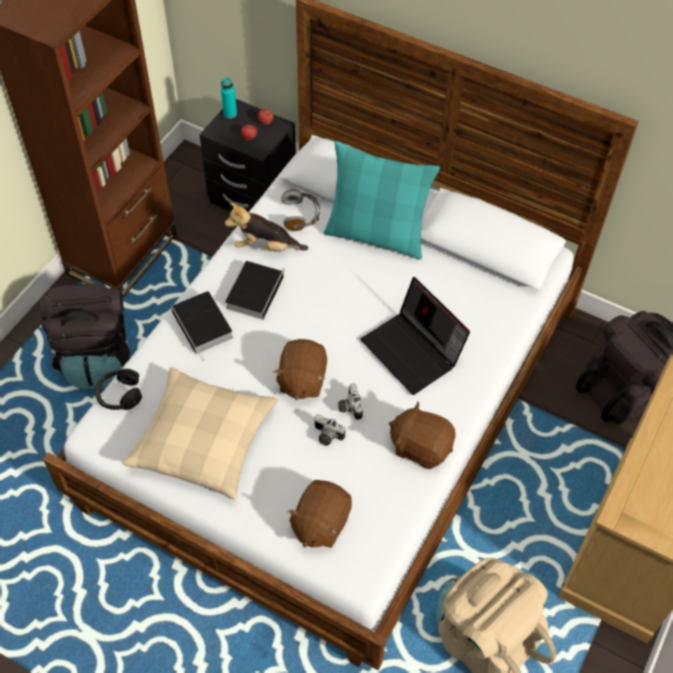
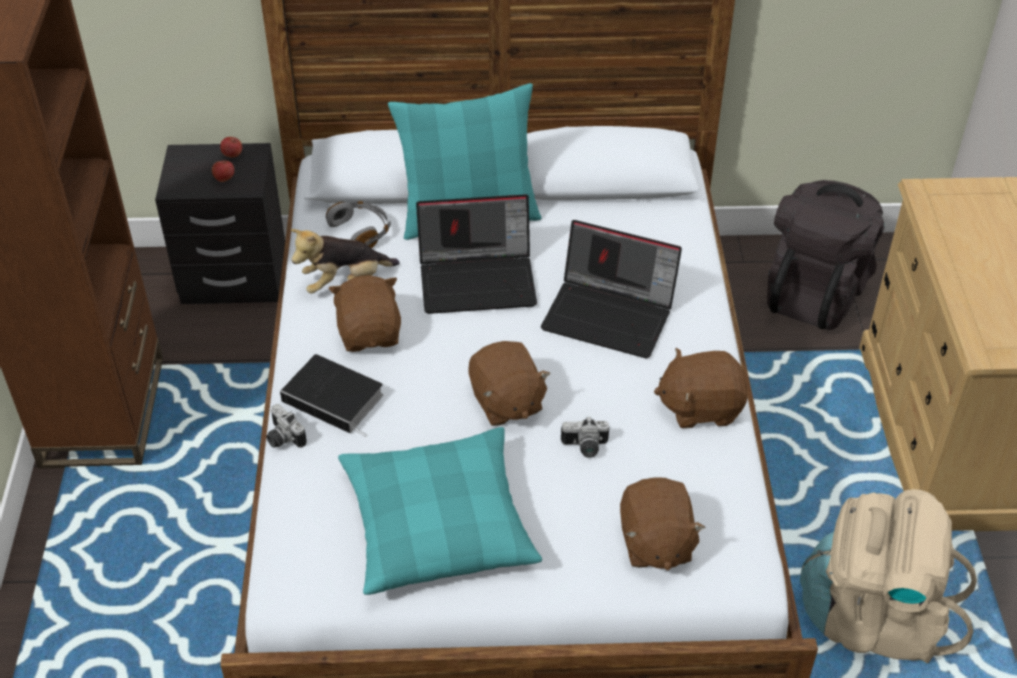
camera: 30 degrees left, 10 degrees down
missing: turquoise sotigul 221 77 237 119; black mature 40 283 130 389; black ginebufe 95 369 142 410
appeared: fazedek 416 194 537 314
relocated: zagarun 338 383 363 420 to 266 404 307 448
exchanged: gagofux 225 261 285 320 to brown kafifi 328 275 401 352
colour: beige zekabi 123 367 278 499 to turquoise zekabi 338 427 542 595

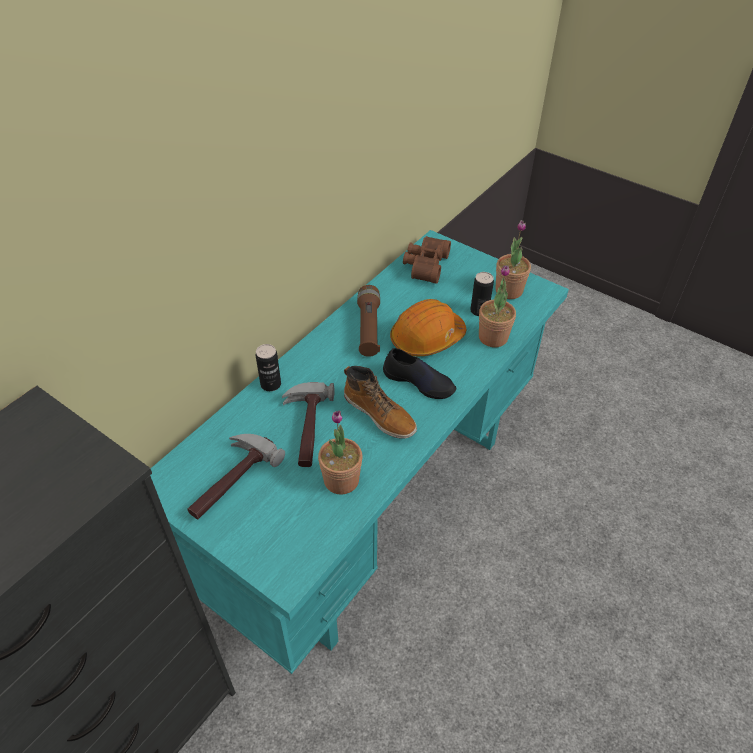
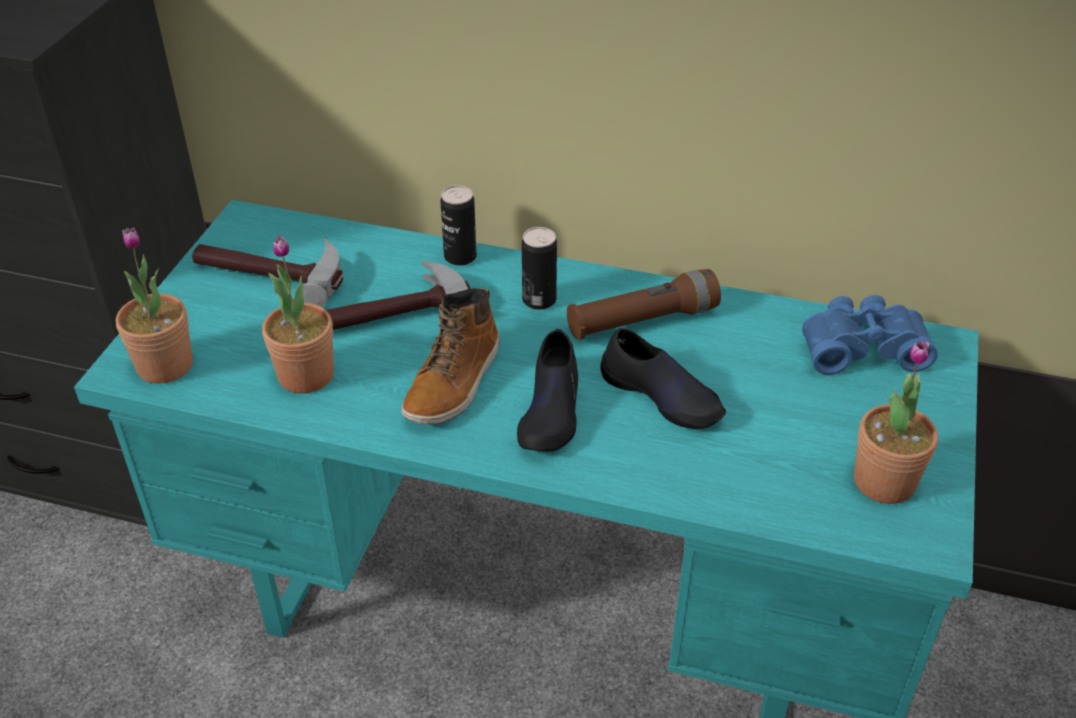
camera: 70 degrees right, 5 degrees down
relocated: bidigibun 479 265 516 347 to 115 227 193 384; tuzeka 470 272 494 316 to 522 227 557 310
exchanged: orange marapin 390 299 466 356 to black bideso 600 328 726 429
colour: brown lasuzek 403 236 451 284 to blue lasuzek 802 295 938 375

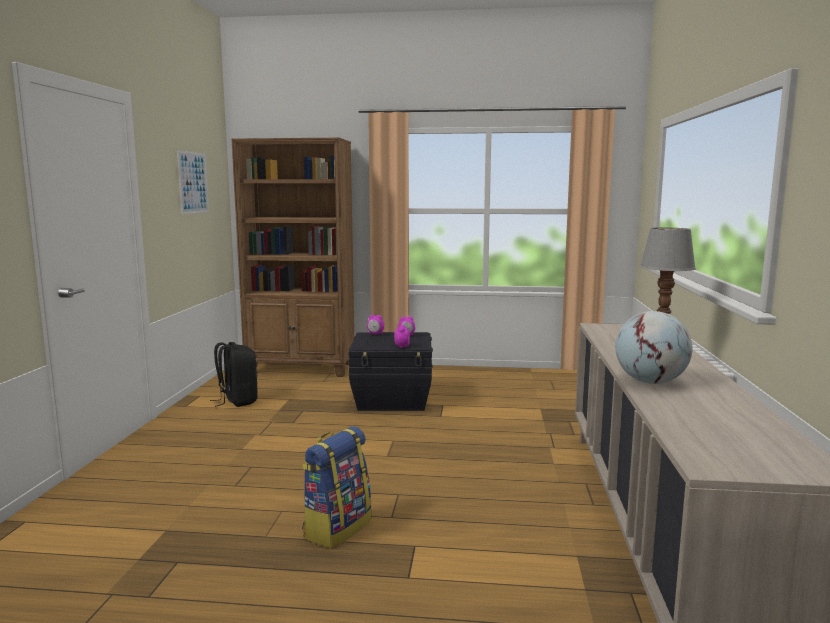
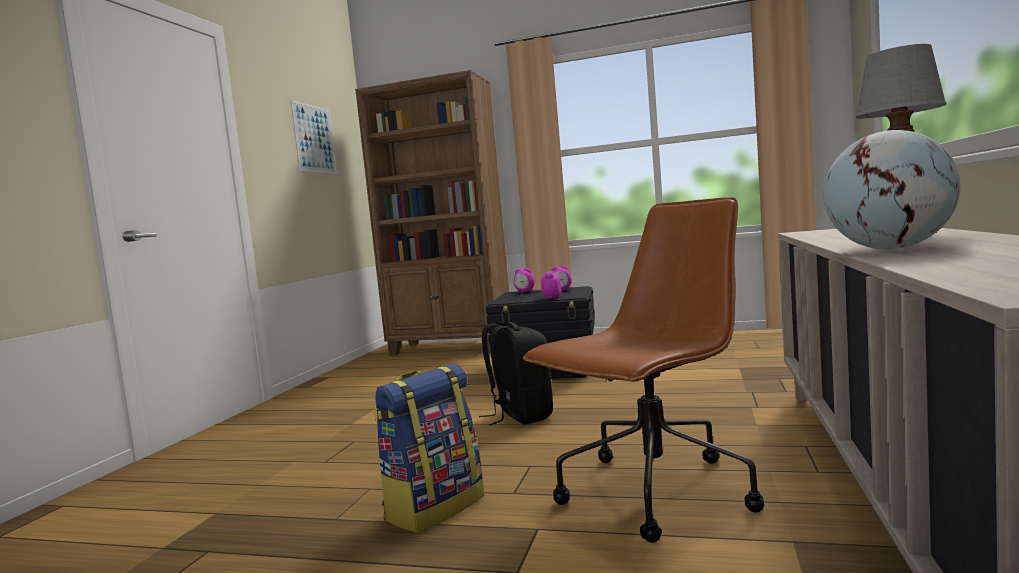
camera: 10 degrees right, 5 degrees down
appeared: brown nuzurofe 522 197 764 543
relocated: black mature 210 342 258 407 to 479 322 553 426

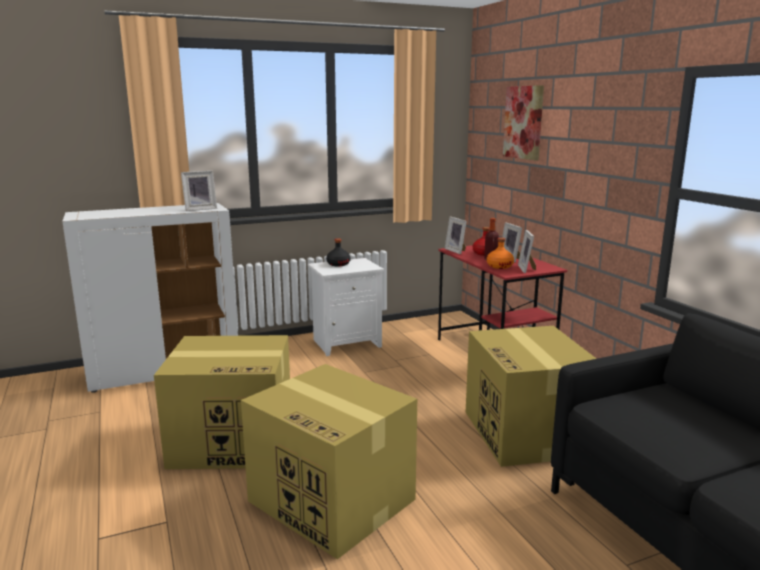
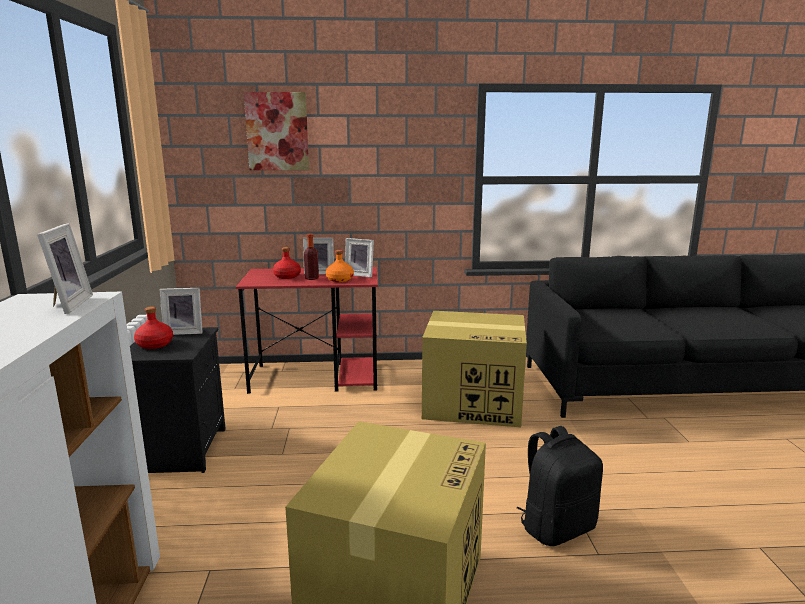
camera: 70 degrees left, 0 degrees up
relocated: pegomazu 445 217 467 254 to 160 288 203 335
exchanged: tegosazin 241 364 417 559 to black mature 517 426 603 546
colour: black sotigul 326 239 350 267 to red sotigul 134 307 173 349; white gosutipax 308 258 384 356 to black gosutipax 130 327 226 473

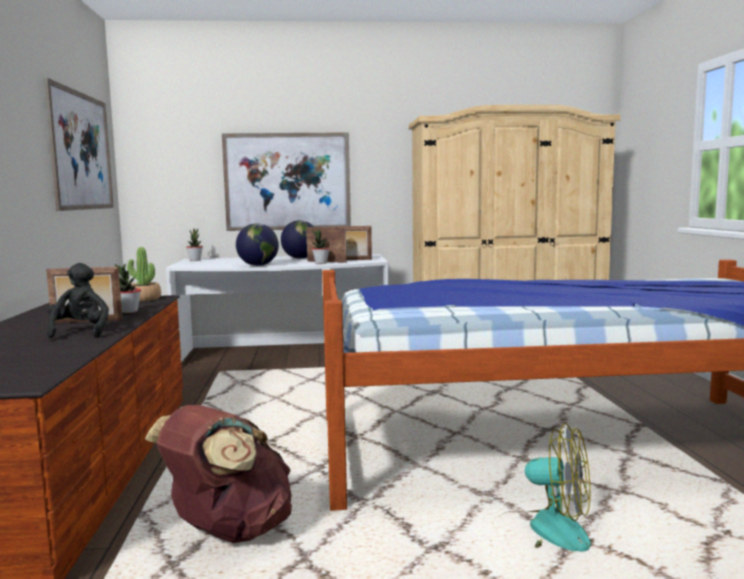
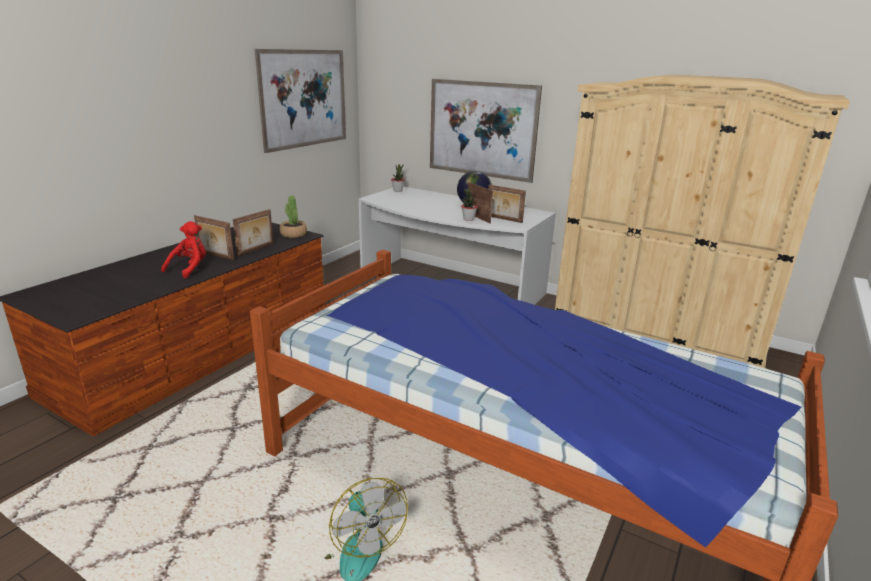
camera: 35 degrees right, 15 degrees up
missing: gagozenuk 236 223 279 266; brown mature 145 405 292 543
exchanged: bidigibun 115 263 141 313 to pegomazu 233 209 274 256
colour: black kafifi 47 263 109 338 to red kafifi 161 221 206 279

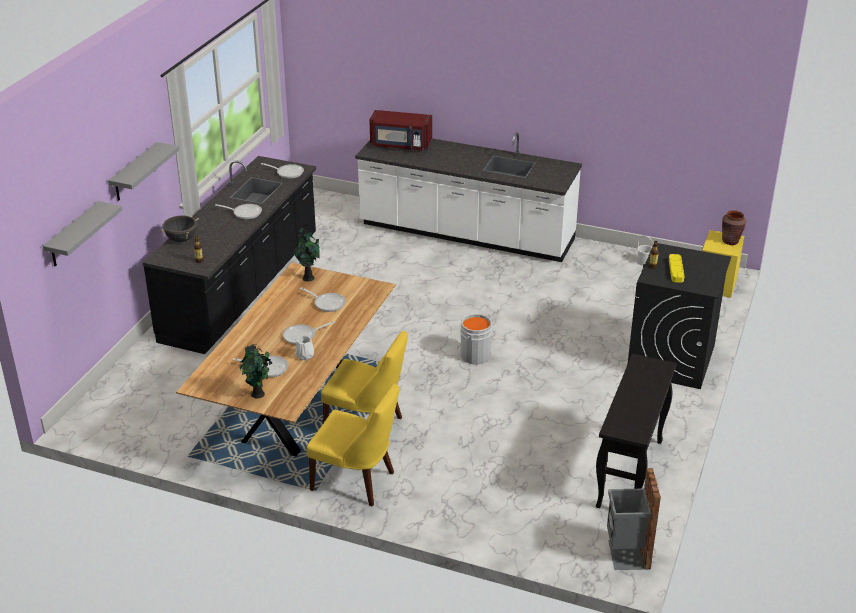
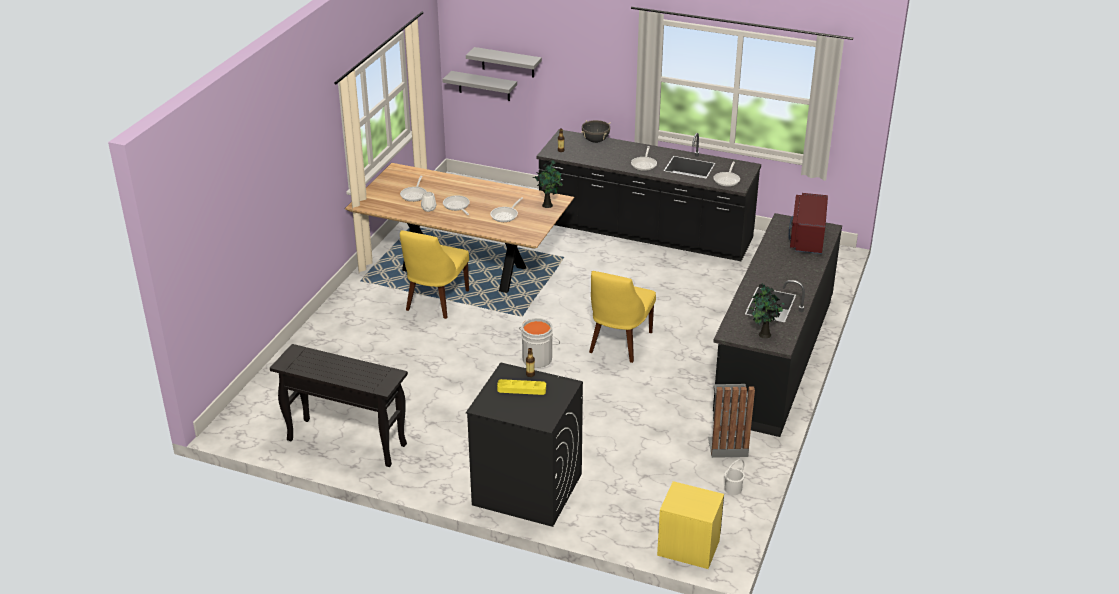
camera: 90 degrees right, 0 degrees up
missing: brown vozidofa 722 210 746 245
relocated: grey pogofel 108 142 179 201 to 442 71 517 101; bidigibun 239 344 272 398 to 749 283 786 338; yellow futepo 307 384 399 507 to 589 271 656 363; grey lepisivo 607 468 661 570 to 708 384 755 458
colour: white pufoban 355 132 582 262 to black pufoban 713 213 842 437

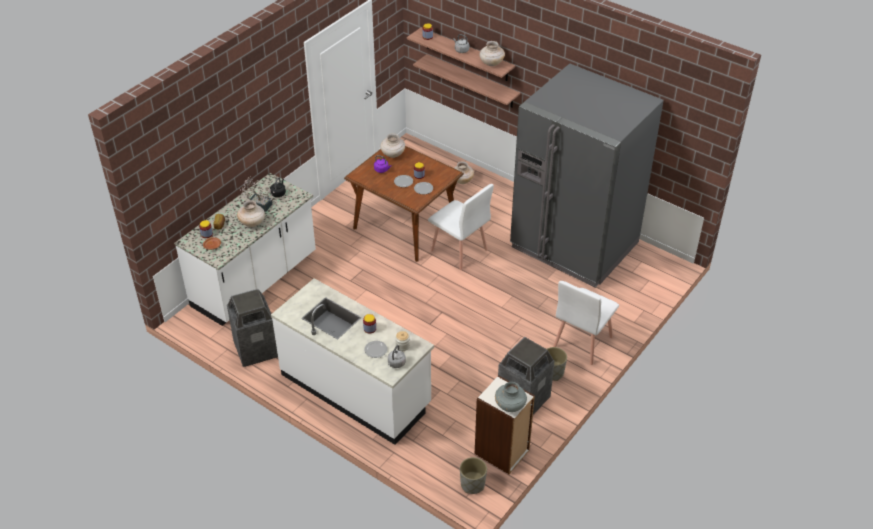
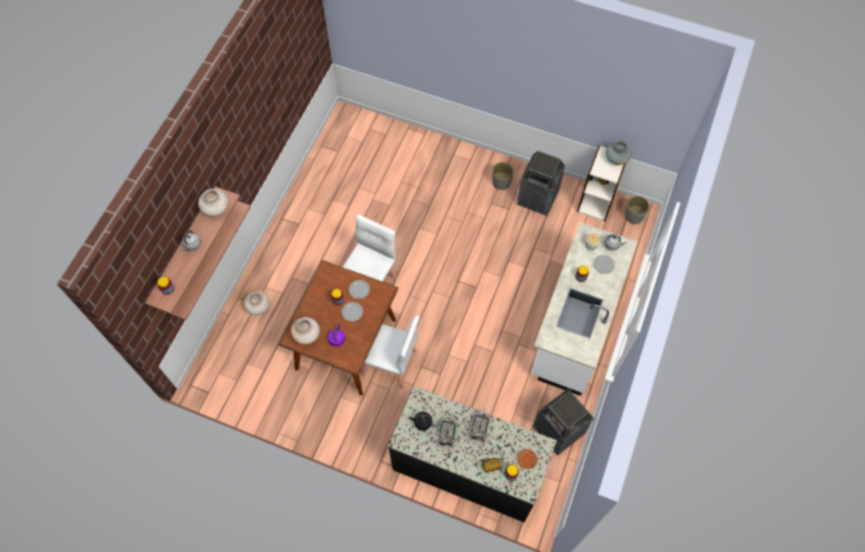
camera: 105 degrees left, 20 degrees up
missing: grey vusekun 510 63 664 288
relocated: white futepo 553 281 619 365 to 361 316 420 389
exchanged: beige vozidofa 237 200 265 227 to bidigibun 466 407 493 445
colour: white pufoban 174 173 316 326 to black pufoban 388 386 557 522

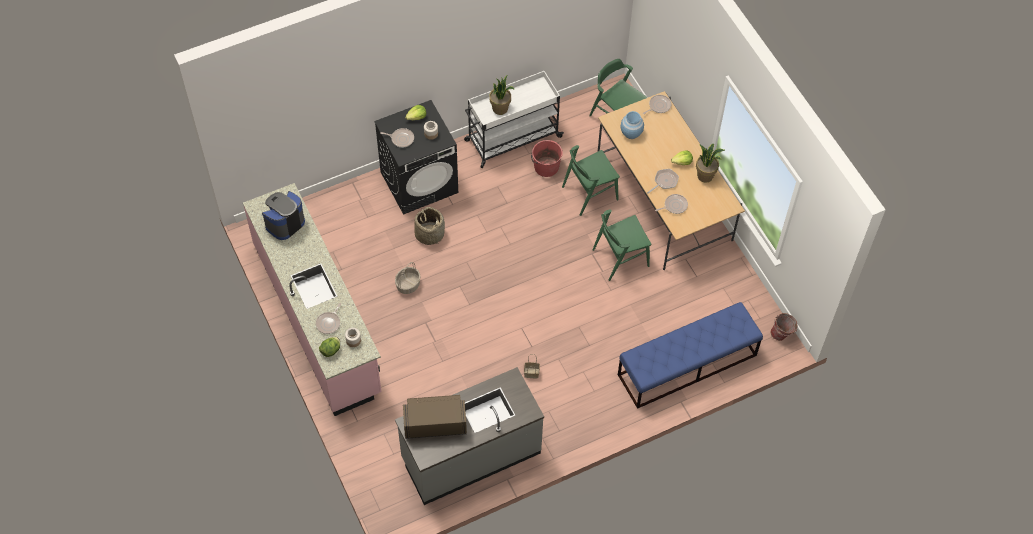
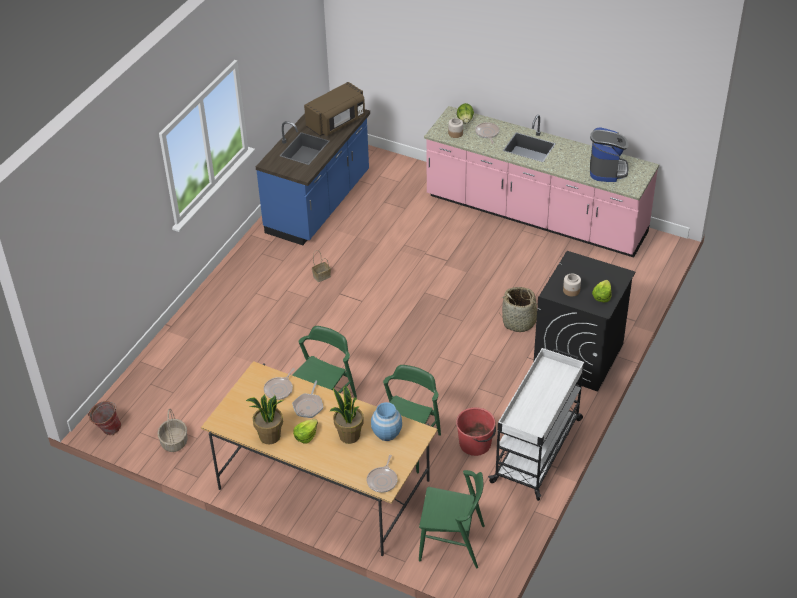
camera: 145 degrees right, 15 degrees down
missing: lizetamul 380 128 414 148; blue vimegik 618 302 763 409
relocated: bidigibun 489 75 515 115 to 329 386 364 444; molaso 395 262 420 294 to 158 409 188 452
colour: grey pufoban 395 367 544 505 to blue pufoban 256 109 370 245

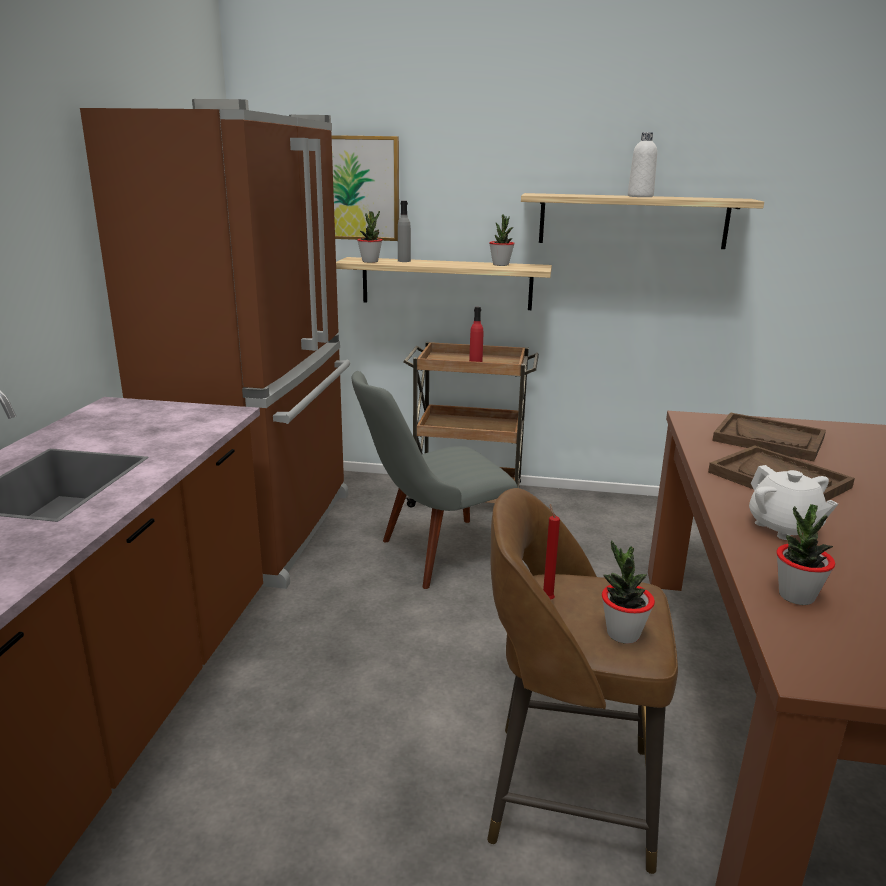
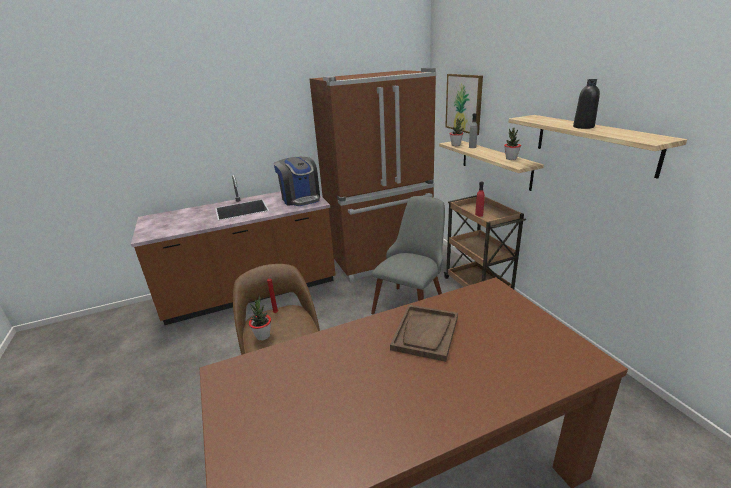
camera: 60 degrees right, 5 degrees up
missing: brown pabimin 712 412 826 461; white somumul 749 465 838 540; bidigibun 776 504 835 605
appeared: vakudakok 273 157 320 206
colour: white sotigul 628 132 657 197 to black sotigul 573 79 600 129
spun: grey futepo 352 371 518 589 = 371 196 445 314 90 degrees clockwise

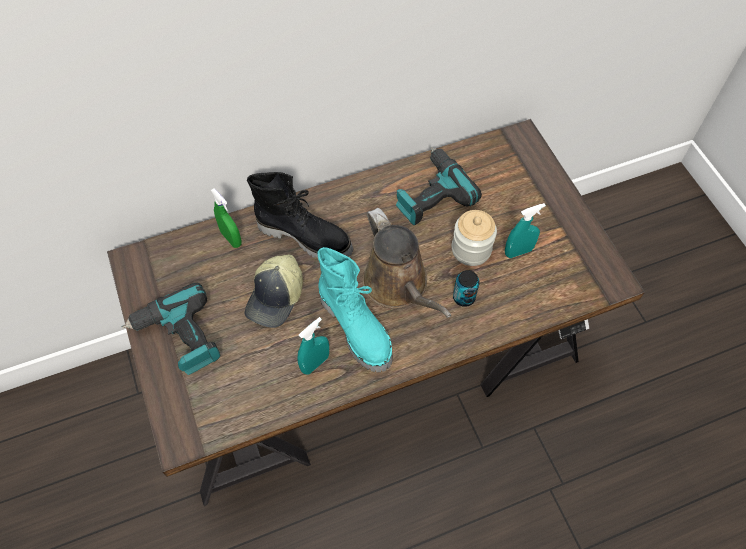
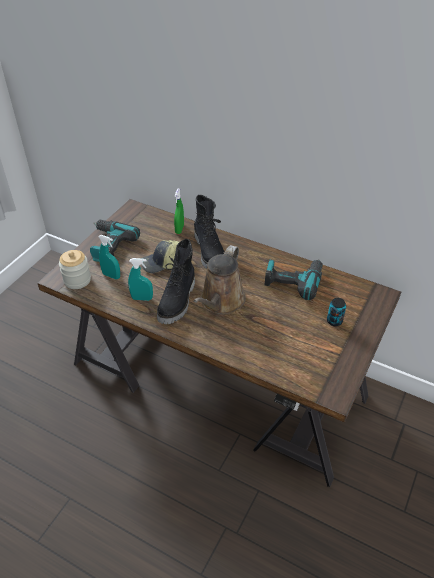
camera: 50 degrees right, 15 degrees down
relocated: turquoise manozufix 505 203 546 258 to 98 235 120 279; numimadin 452 210 497 266 to 59 250 91 289; tuzeka 453 270 479 307 to 327 298 346 326
colour: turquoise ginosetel 317 247 393 372 to black ginosetel 157 239 195 324

